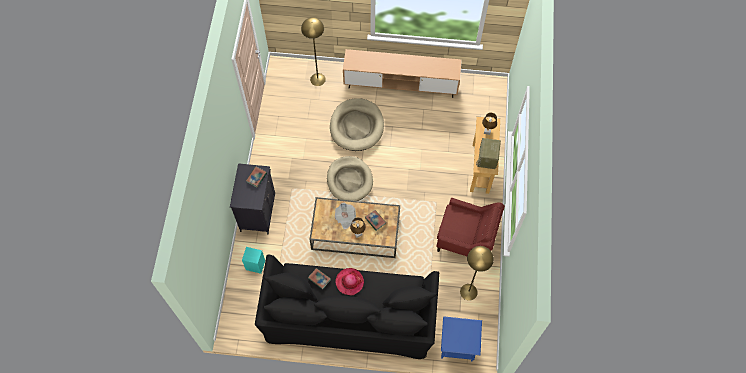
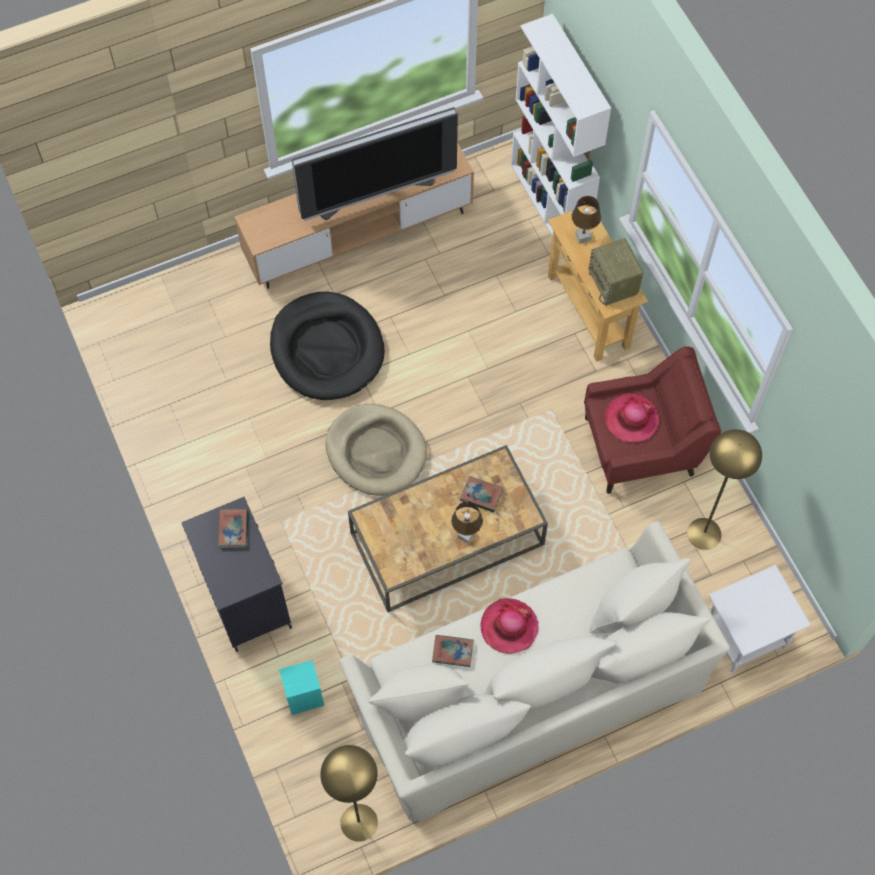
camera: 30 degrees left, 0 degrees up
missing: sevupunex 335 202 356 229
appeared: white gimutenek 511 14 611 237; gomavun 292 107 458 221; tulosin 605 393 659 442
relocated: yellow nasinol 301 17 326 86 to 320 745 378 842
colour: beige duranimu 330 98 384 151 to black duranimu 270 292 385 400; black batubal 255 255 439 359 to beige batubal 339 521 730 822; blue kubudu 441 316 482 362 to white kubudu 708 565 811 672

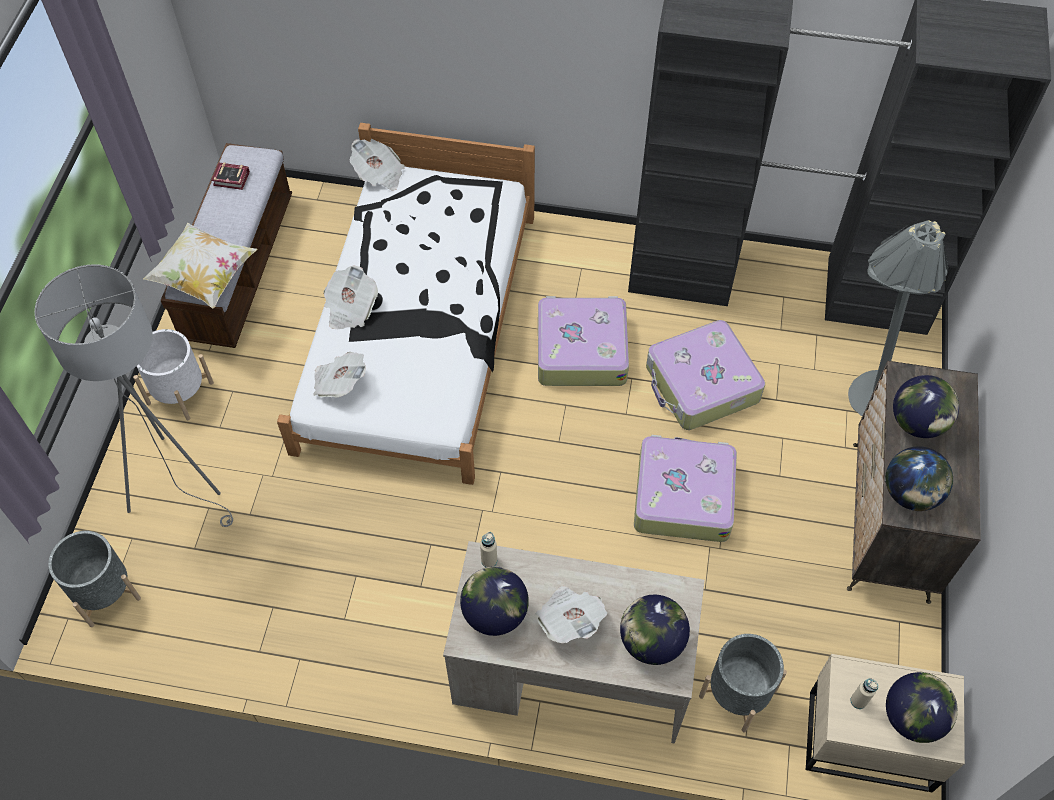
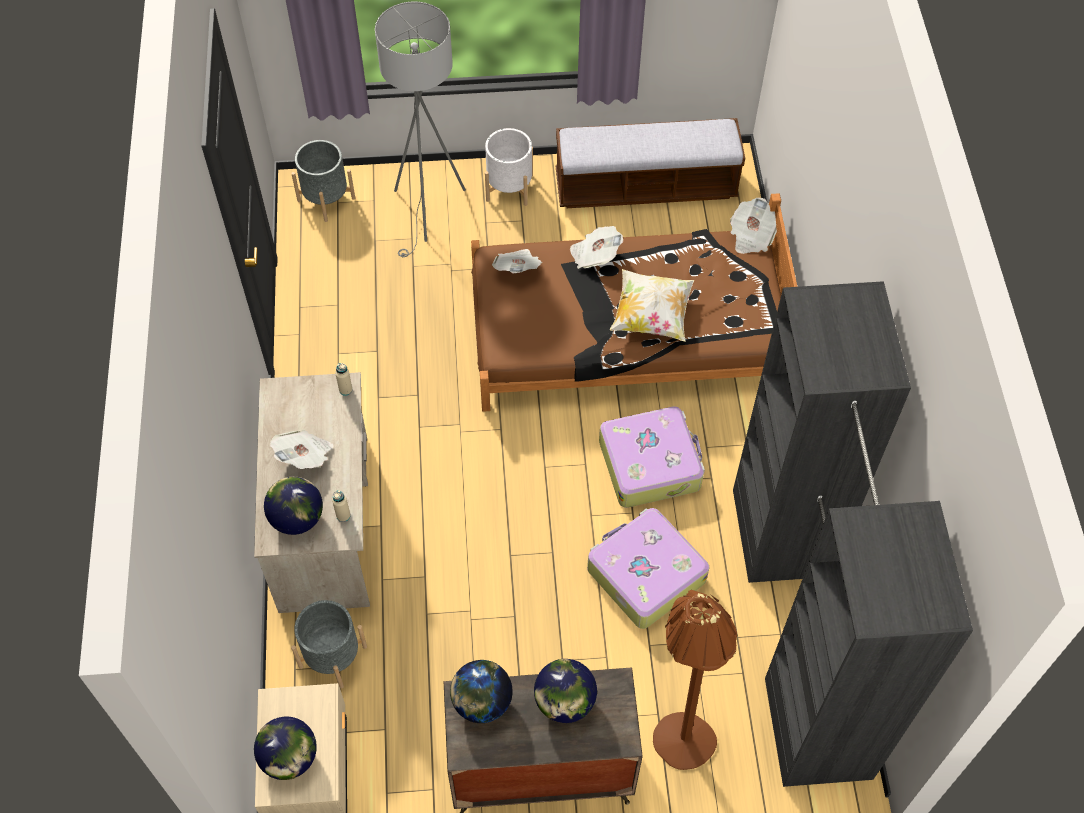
camera: 75 degrees right, 0 degrees up
missing: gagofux 211 162 250 190; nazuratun 634 435 737 542; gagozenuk 460 566 529 636
relocated: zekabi 143 223 257 308 to 610 269 694 342; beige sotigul 850 679 879 709 to 332 490 351 522
colour: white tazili 277 123 535 485 to brown tazili 471 193 798 412; grey nasinol 848 220 948 416 to brown nasinol 653 590 737 770

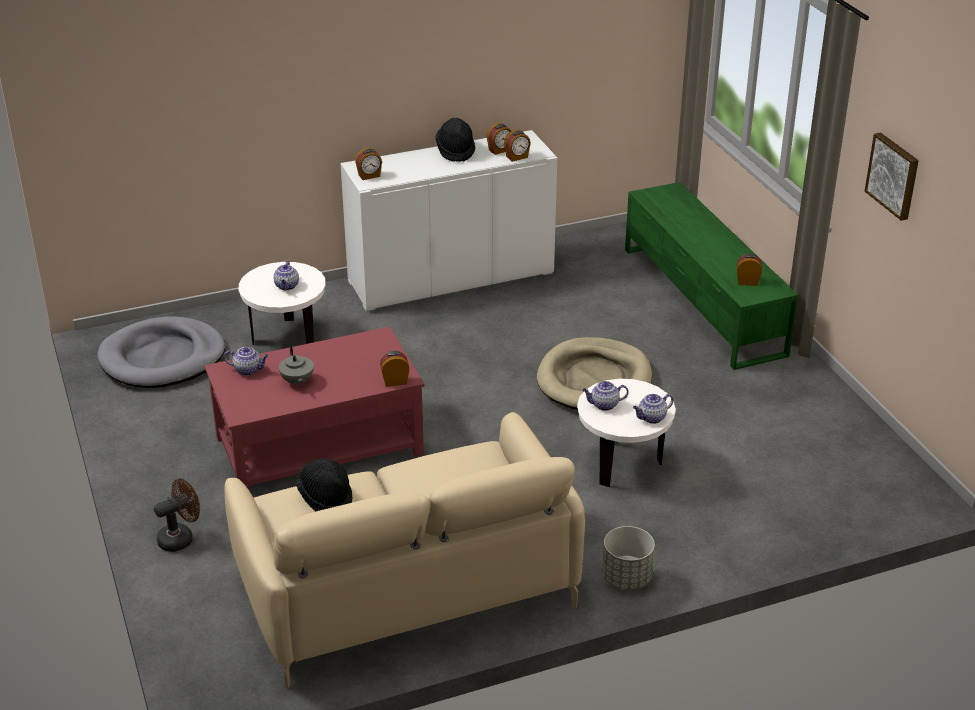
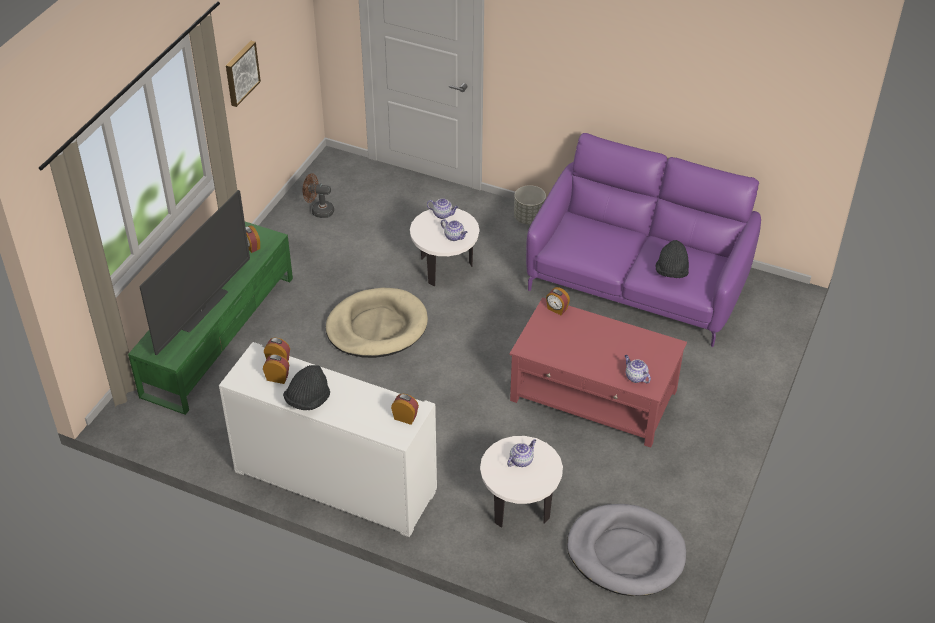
camera: 135 degrees left, 10 degrees up
missing: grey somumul 279 346 314 386
appeared: gomavun 140 190 250 355
relocated: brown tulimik 154 478 200 552 to 303 173 334 218
colour: beige batubal 224 412 585 689 to purple batubal 526 133 761 347

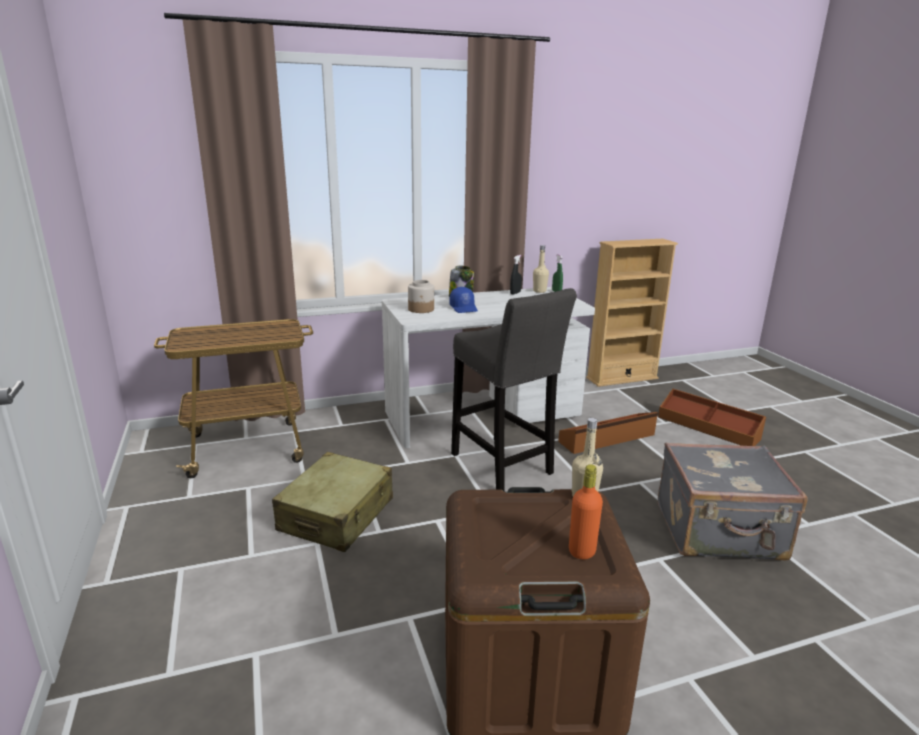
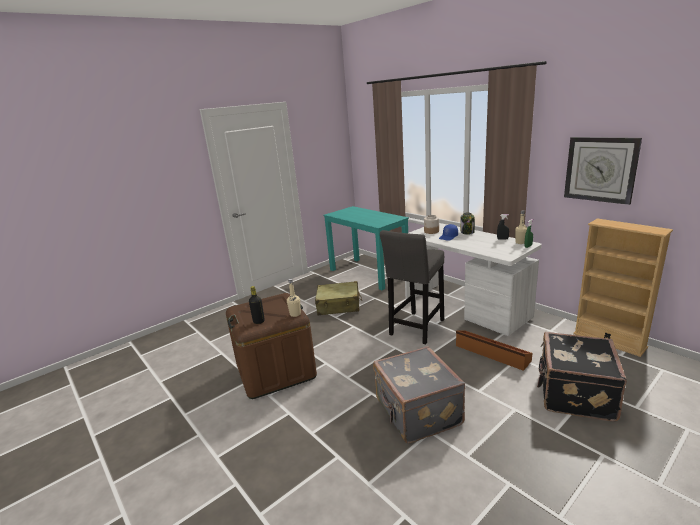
camera: 70 degrees right, 0 degrees up
appeared: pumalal 564 137 642 205
exchanged: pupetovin 154 319 313 478 to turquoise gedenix 323 206 409 290; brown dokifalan 658 389 766 446 to black nazuratun 537 332 627 422
colour: orange sotigul 569 464 603 559 to black sotigul 249 286 265 324

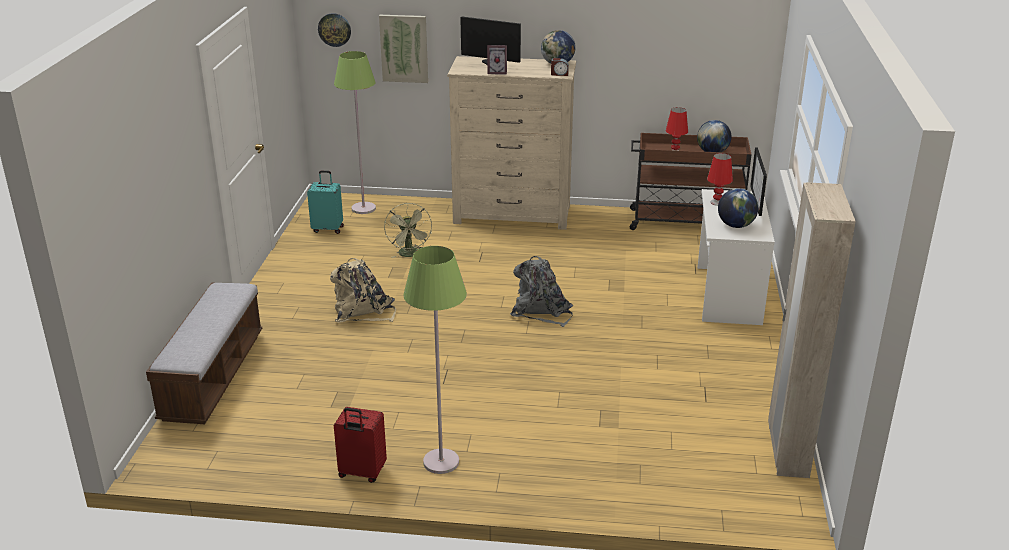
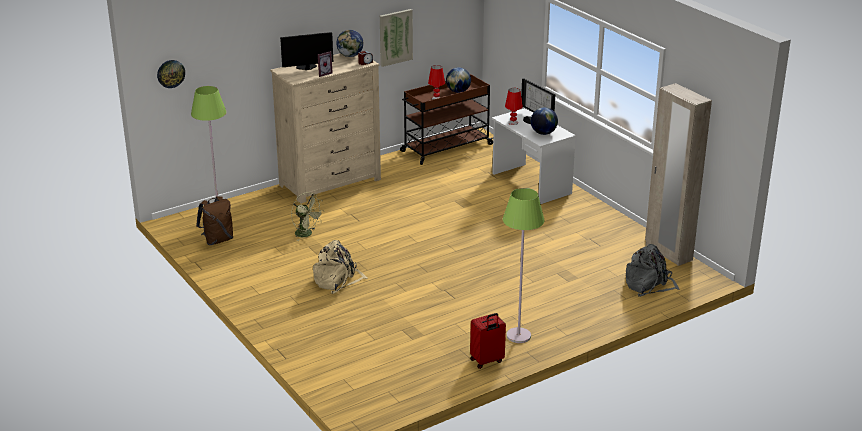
camera: 40 degrees left, 0 degrees up
missing: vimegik 146 283 262 424
relocated: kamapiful 379 15 428 83 to 380 9 413 67; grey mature 510 256 573 327 to 626 244 680 297
exchanged: turquoise nazuratun 307 171 344 234 to brown mature 196 196 233 245

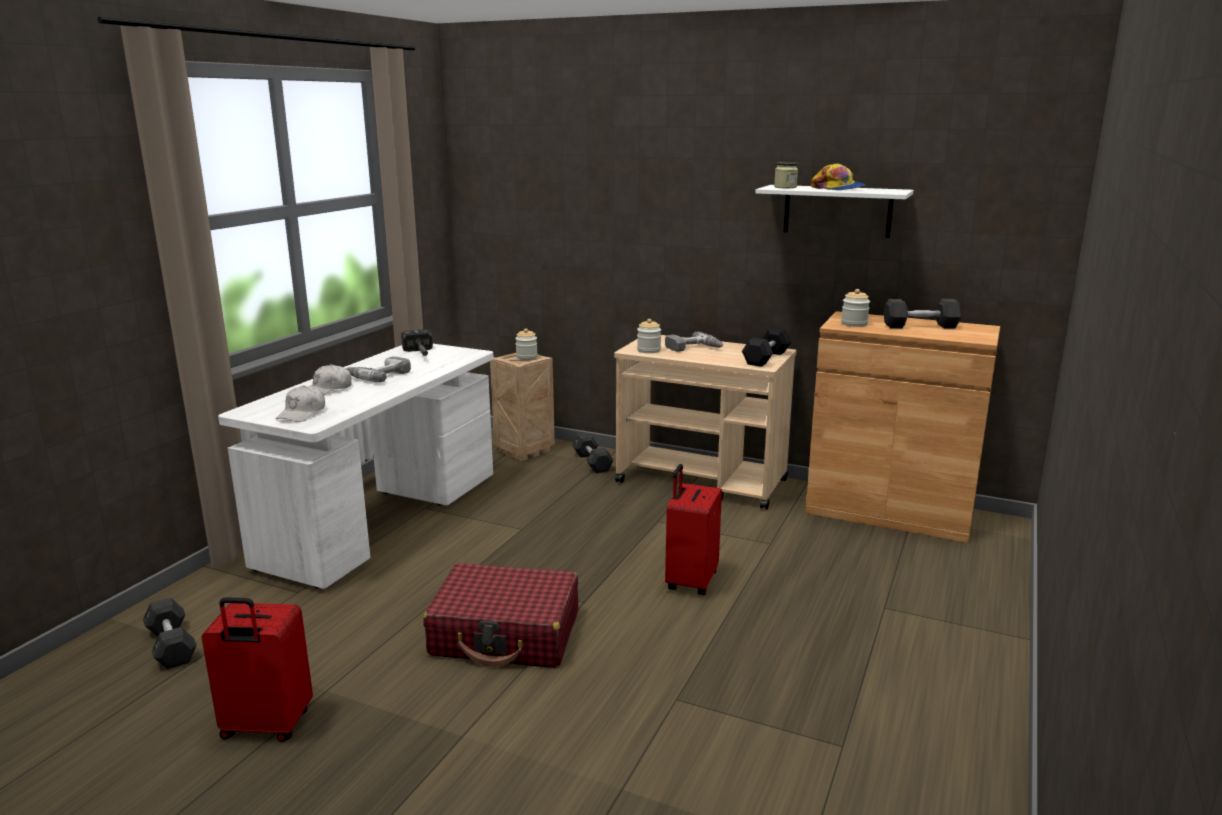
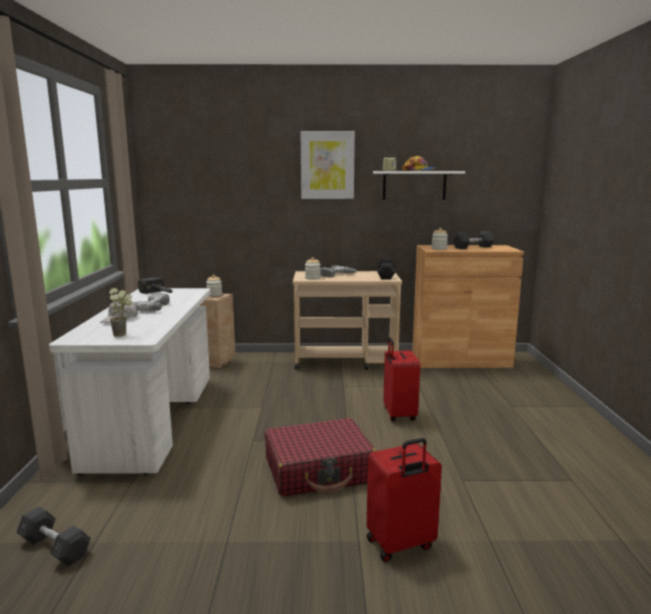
camera: 25 degrees left, 5 degrees down
missing: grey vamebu 572 433 614 473
appeared: kamapiful 301 131 355 199
relocated: red nazuratun 201 597 313 742 to 367 438 442 562
exchanged: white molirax 276 385 325 422 to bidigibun 109 288 133 337

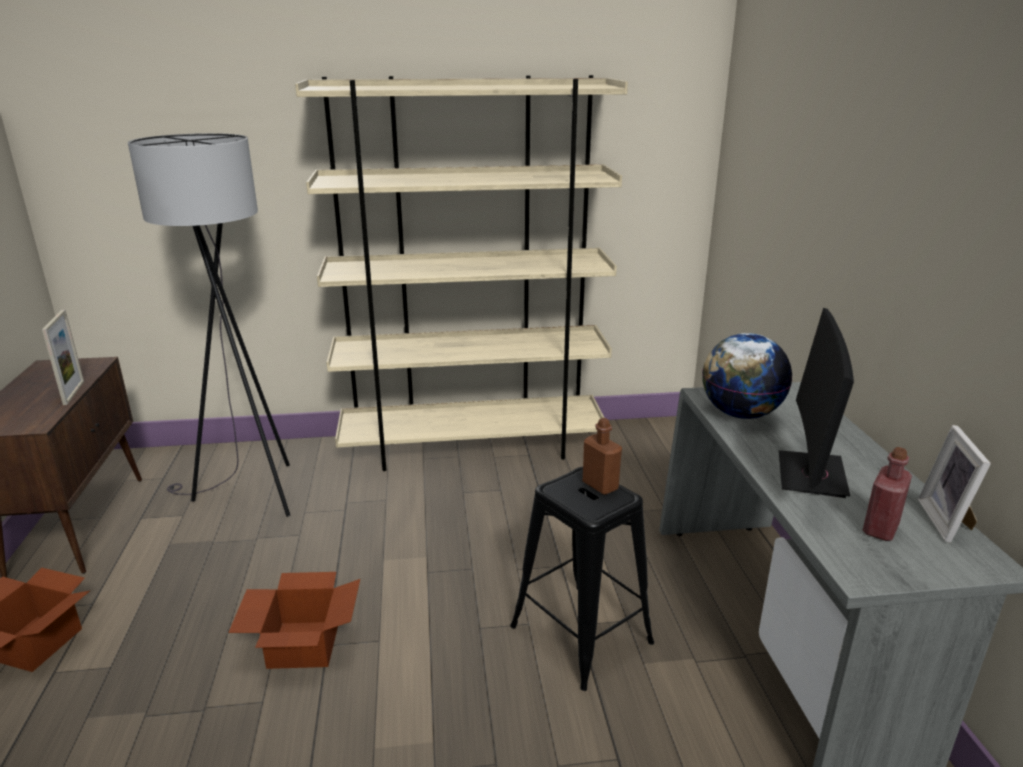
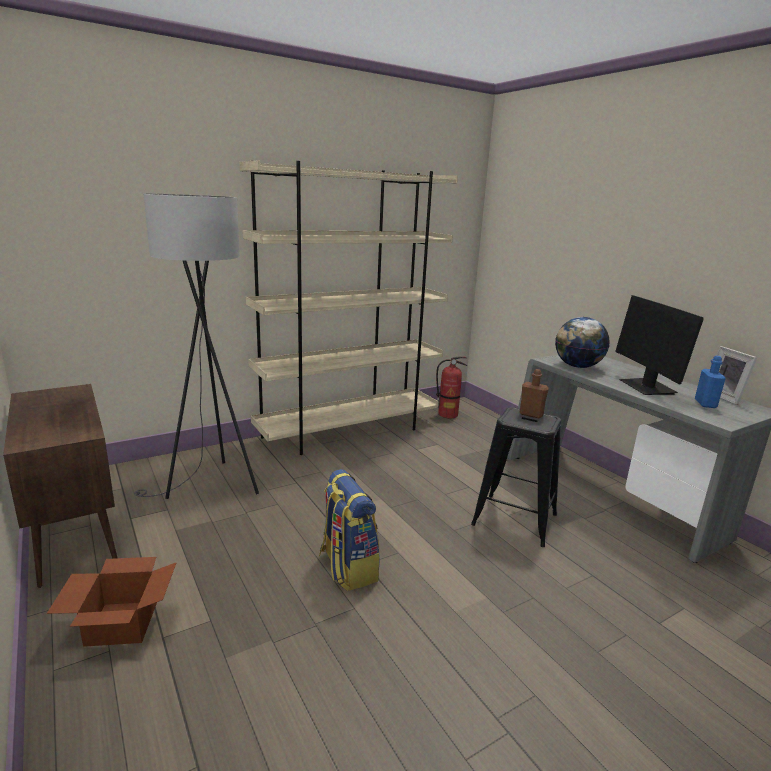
camera: 25 degrees left, 5 degrees down
missing: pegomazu 42 310 84 405
appeared: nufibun 436 356 467 418
exchanged: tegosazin 228 572 360 669 to mature 319 469 380 591
colour: red sotigul 863 447 912 541 to blue sotigul 695 356 726 408

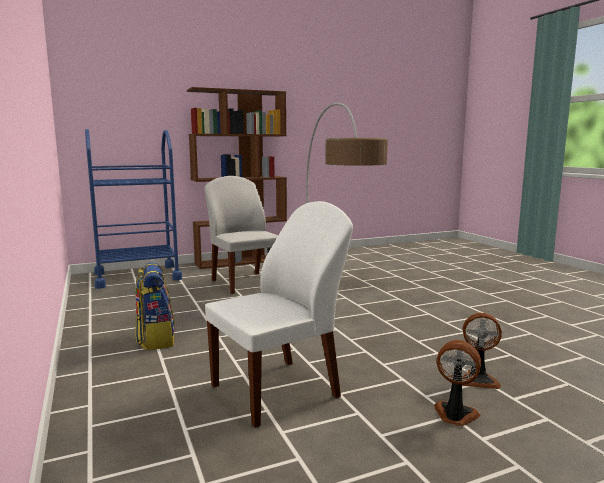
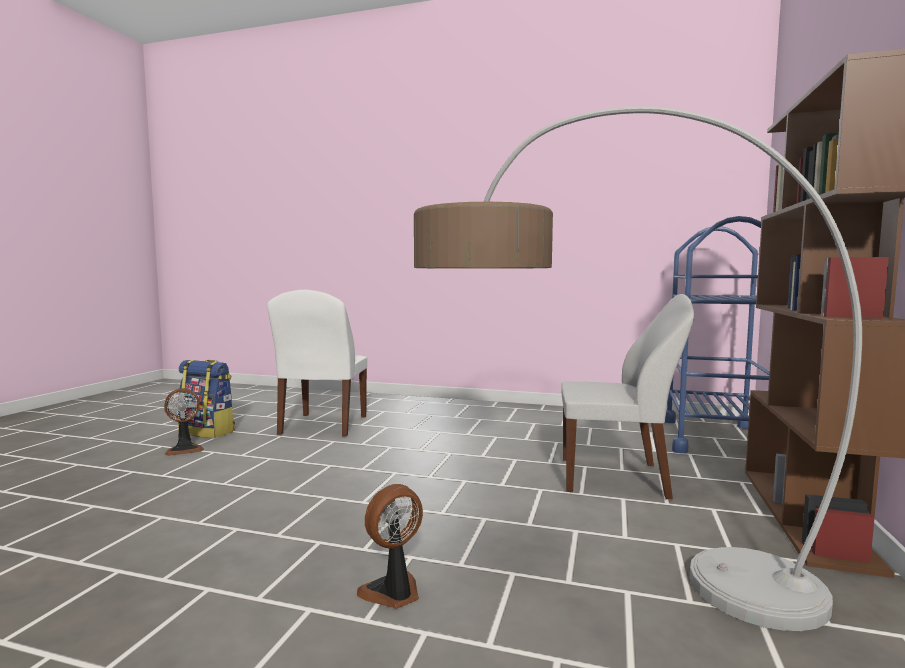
camera: 130 degrees right, 5 degrees down
relocated: mature 135 262 175 350 to 178 360 235 438; tulimik 462 313 502 389 to 357 484 423 609

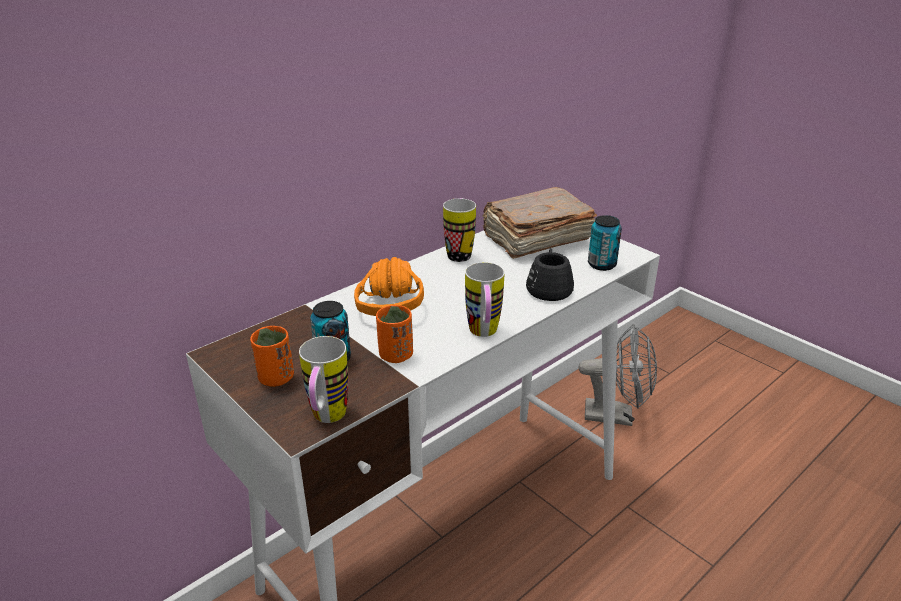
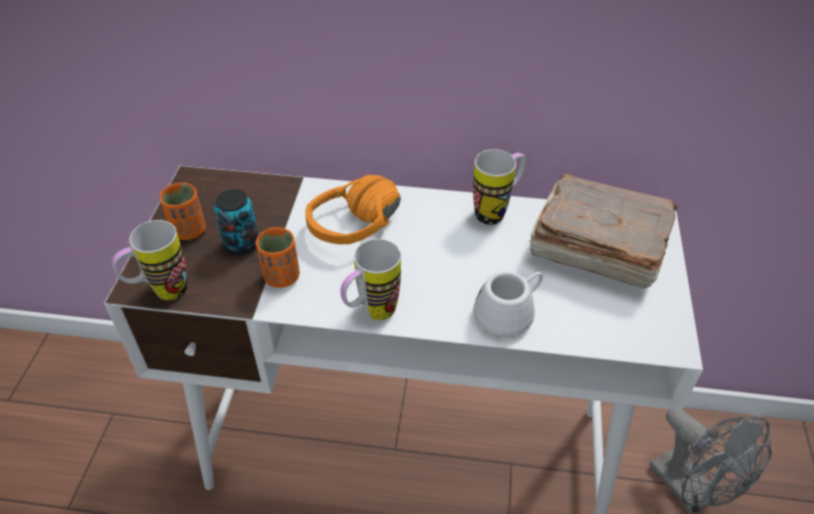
camera: 50 degrees right, 15 degrees up
missing: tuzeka 588 215 622 271
colour: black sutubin 526 248 574 301 to white sutubin 473 271 543 337

